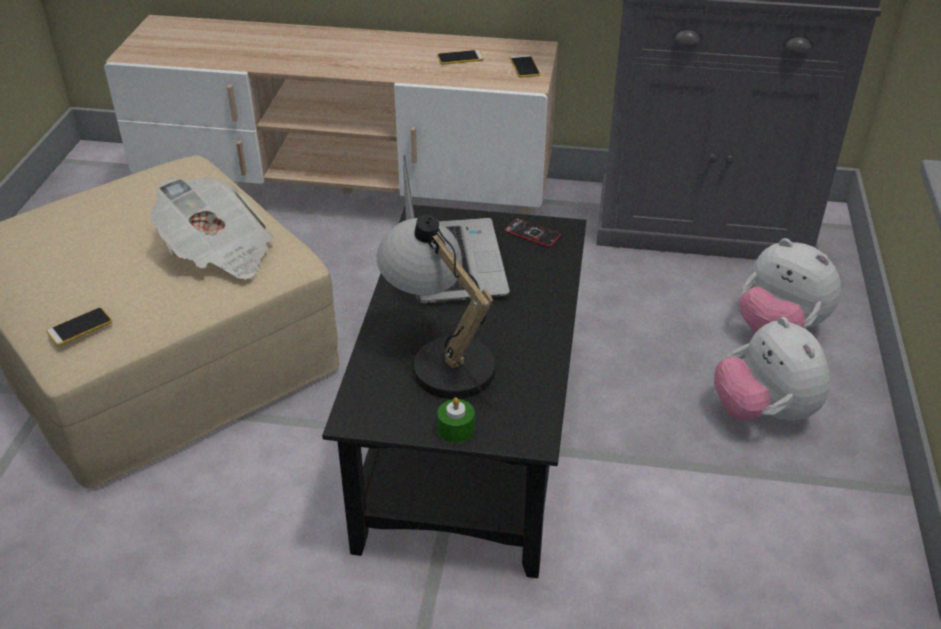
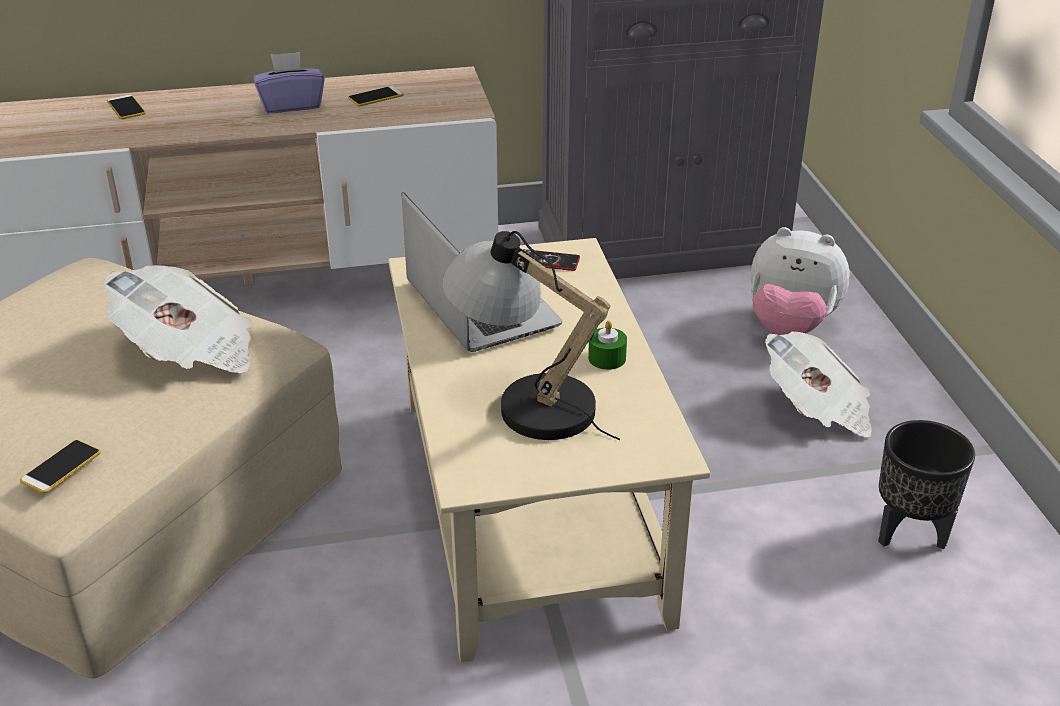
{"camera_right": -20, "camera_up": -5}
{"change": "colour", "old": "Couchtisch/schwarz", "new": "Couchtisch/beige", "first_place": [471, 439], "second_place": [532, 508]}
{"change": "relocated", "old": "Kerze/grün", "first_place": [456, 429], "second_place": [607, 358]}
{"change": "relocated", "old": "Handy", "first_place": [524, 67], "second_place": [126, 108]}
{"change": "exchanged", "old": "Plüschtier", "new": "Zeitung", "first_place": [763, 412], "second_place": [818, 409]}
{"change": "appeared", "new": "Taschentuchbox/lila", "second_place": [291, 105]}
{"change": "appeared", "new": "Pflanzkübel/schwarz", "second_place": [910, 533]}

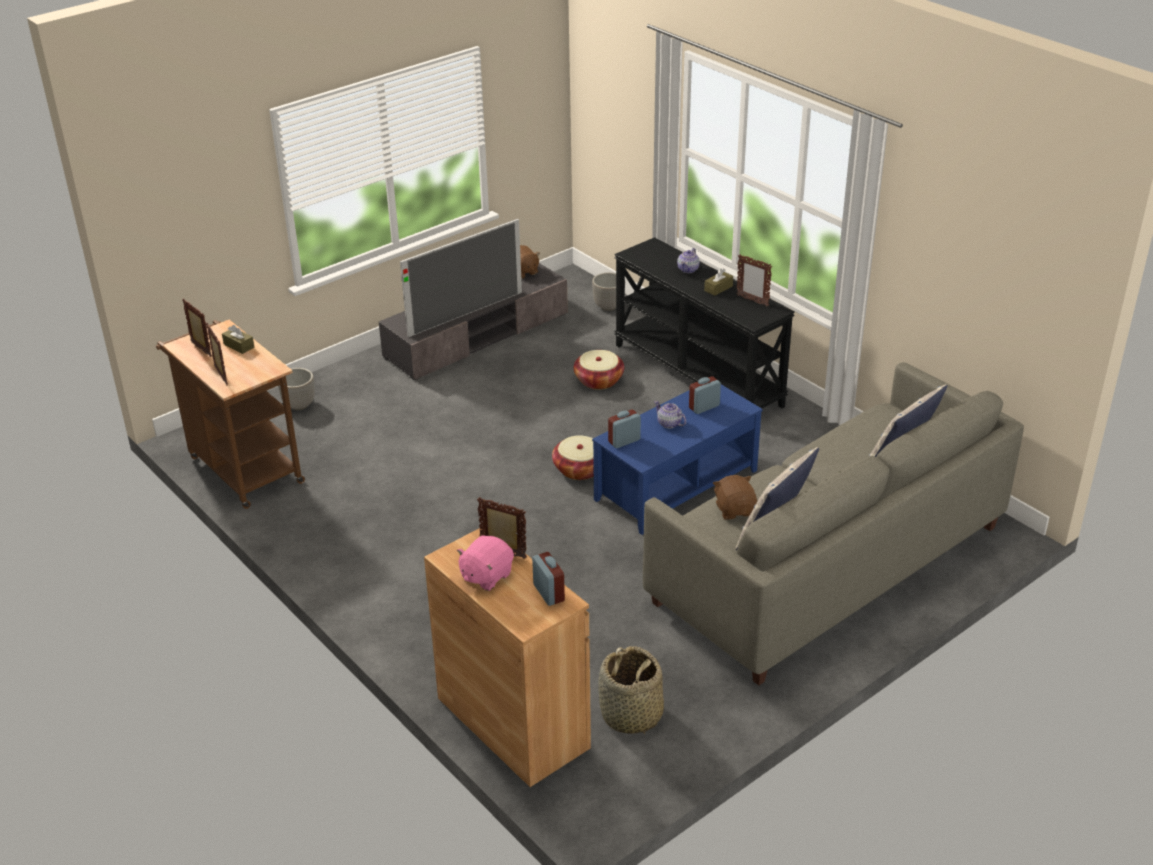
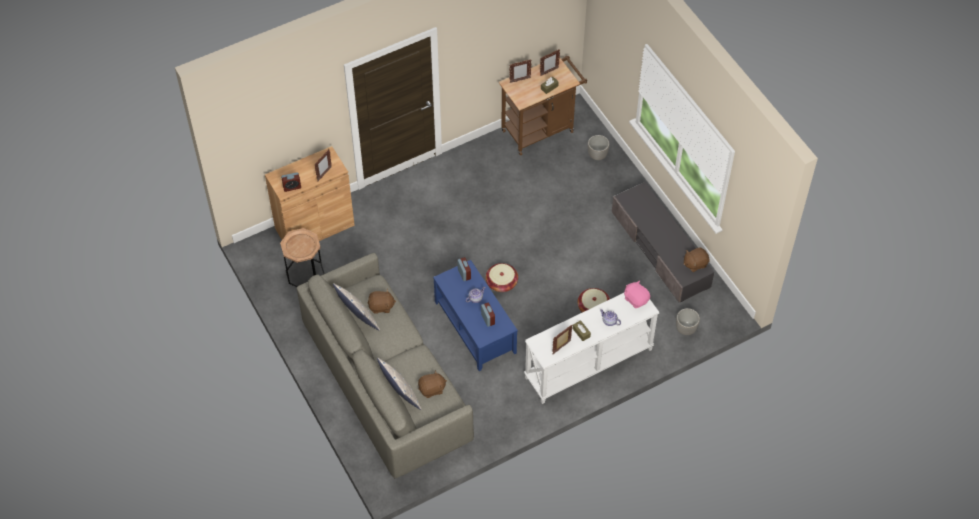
{"camera_right": 100, "camera_up": 20}
{"change": "missing", "old": "Fernseher", "first_place": [466, 314]}
{"change": "relocated", "old": "Plüschtier/rosa", "first_place": [486, 576], "second_place": [636, 299]}
{"change": "exchanged", "old": "Korb", "new": "Beistelltisch/braun", "first_place": [631, 715], "second_place": [305, 273]}
{"change": "colour", "old": "Konsolentisch/schwarz", "new": "Konsolentisch/weiß", "first_place": [699, 375], "second_place": [588, 364]}
{"change": "appeared", "new": "Plüschtier/braun", "second_place": [432, 389]}

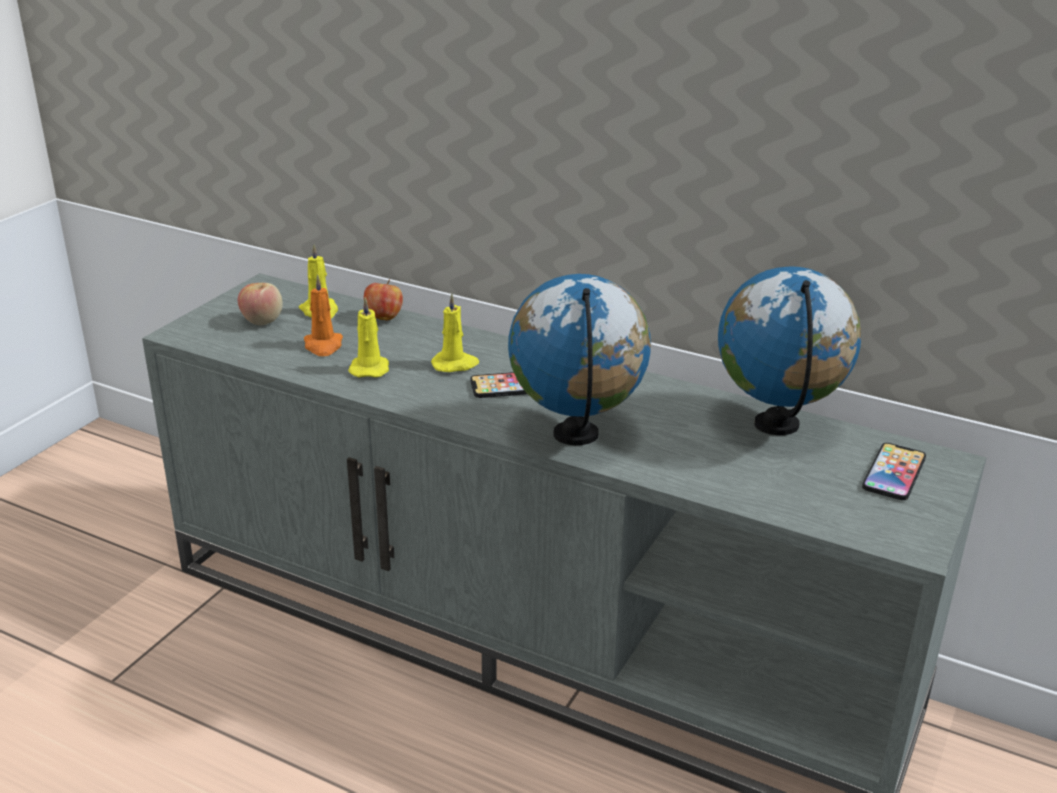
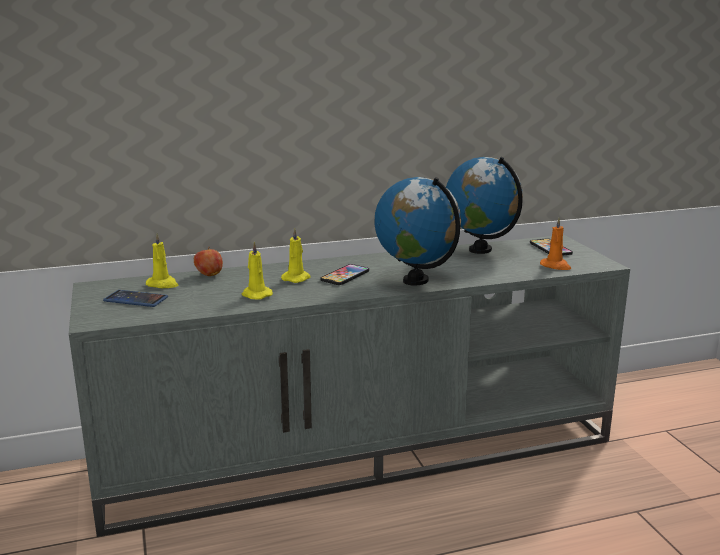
{"camera_right": -45, "camera_up": -10}
{"change": "exchanged", "old": "Apfel", "new": "Handy", "first_place": [262, 321], "second_place": [136, 299]}
{"change": "relocated", "old": "Kerze/orange", "first_place": [323, 346], "second_place": [556, 266]}

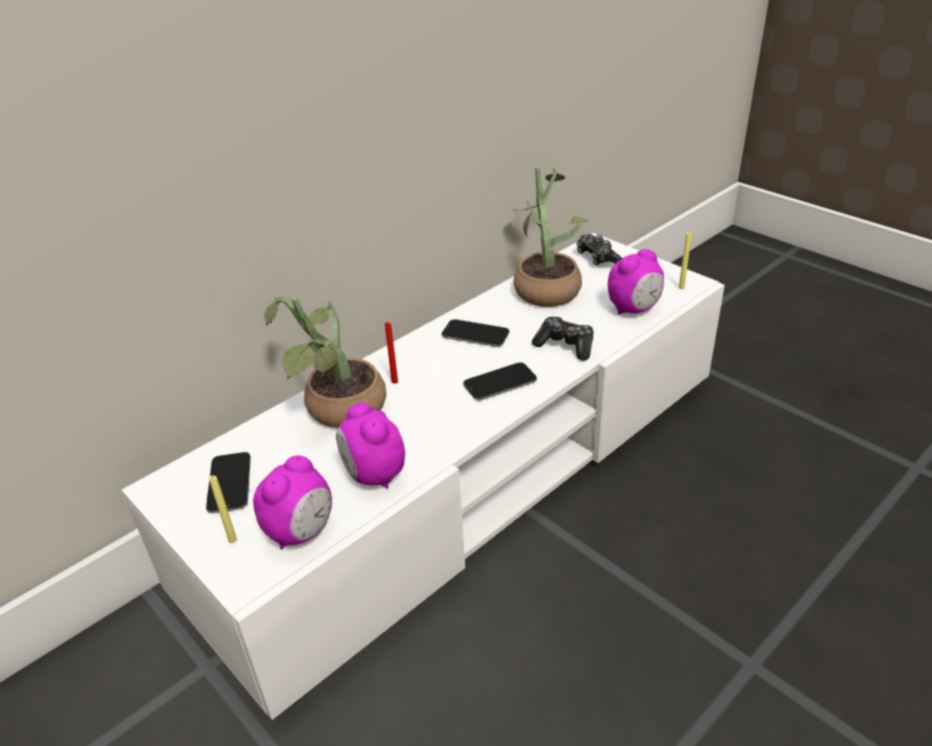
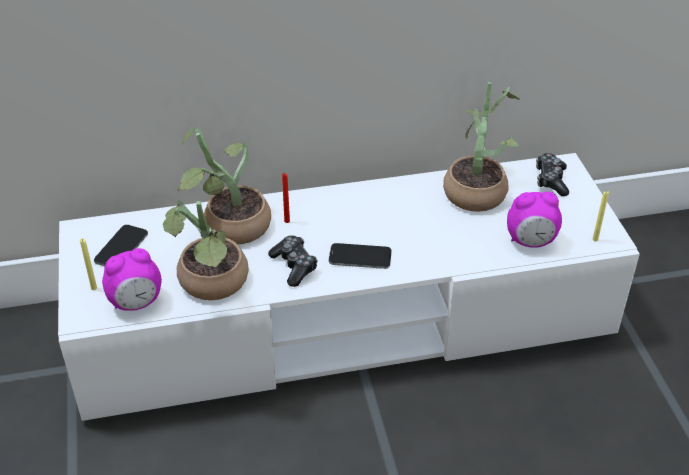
{"camera_right": 30, "camera_up": 5}
{"change": "exchanged", "old": "Wecker", "new": "Topfpflanze", "first_place": [373, 475], "second_place": [211, 286]}
{"change": "missing", "old": "Handy", "first_place": [475, 334]}
{"change": "relocated", "old": "Gamepad", "first_place": [565, 345], "second_place": [294, 266]}

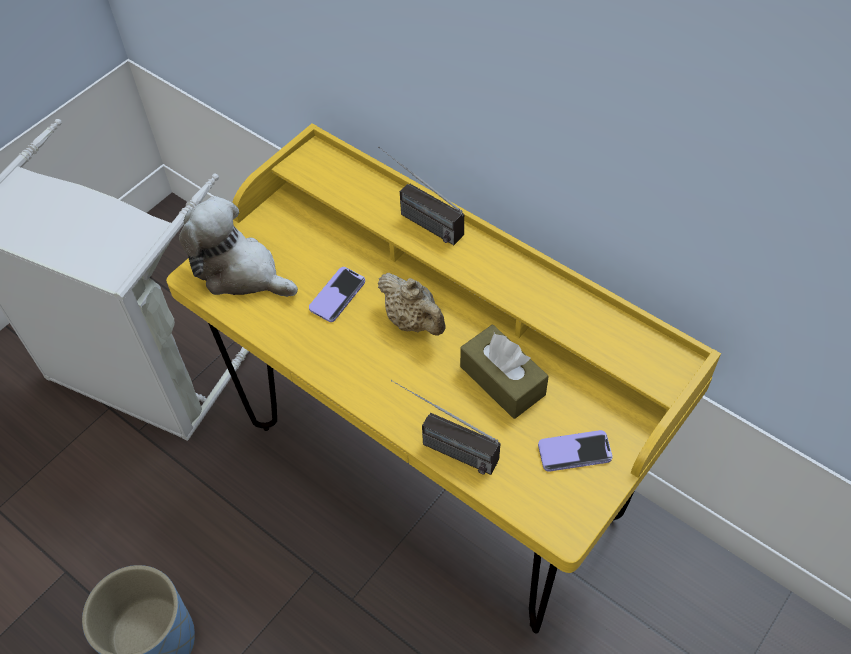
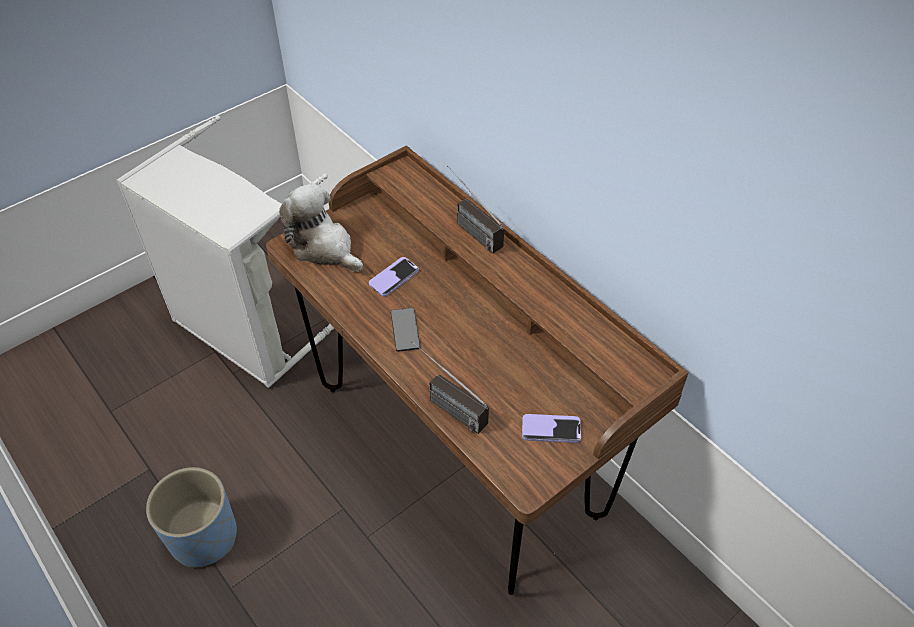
{"camera_right": 10, "camera_up": -5}
{"change": "colour", "old": "Schreibtisch/gelb", "new": "Schreibtisch/braun", "first_place": [433, 471], "second_place": [458, 449]}
{"change": "missing", "old": "Teekanne/beige", "first_place": [413, 321]}
{"change": "missing", "old": "Taschentuchbox/braun", "first_place": [502, 380]}
{"change": "appeared", "new": "Handy", "second_place": [405, 330]}

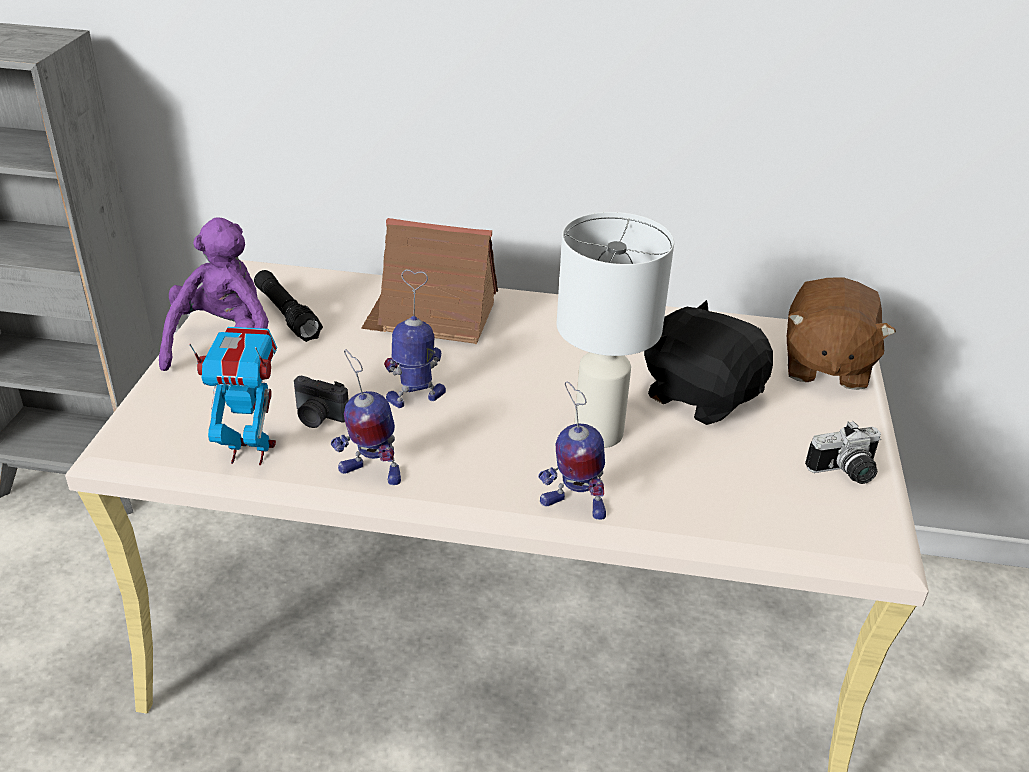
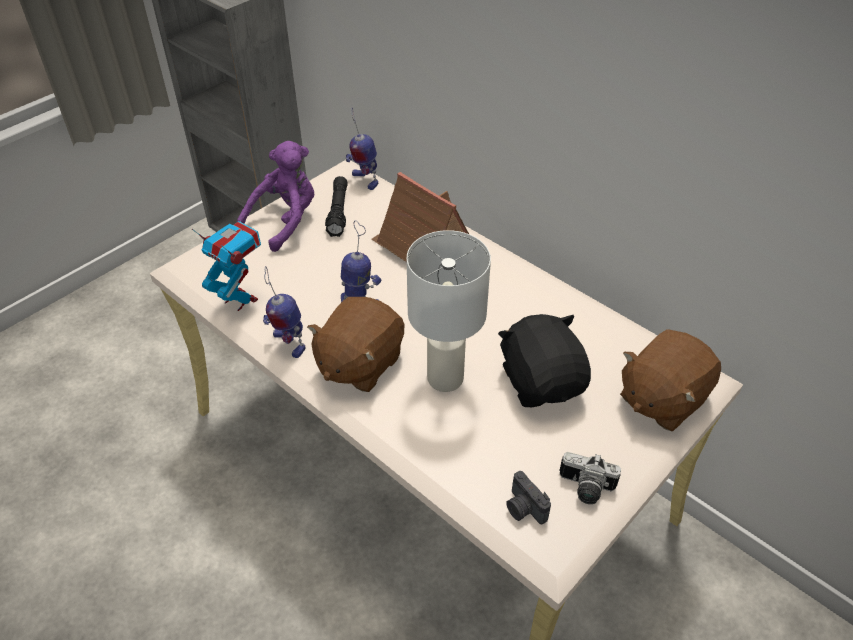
{"camera_right": 35, "camera_up": 10}
{"change": "relocated", "old": "Kamera", "first_place": [318, 417], "second_place": [523, 508]}
{"change": "relocated", "old": "Spielzeugroboter", "first_place": [573, 506], "second_place": [364, 180]}
{"change": "appeared", "new": "Plüschtier/braun", "second_place": [359, 363]}

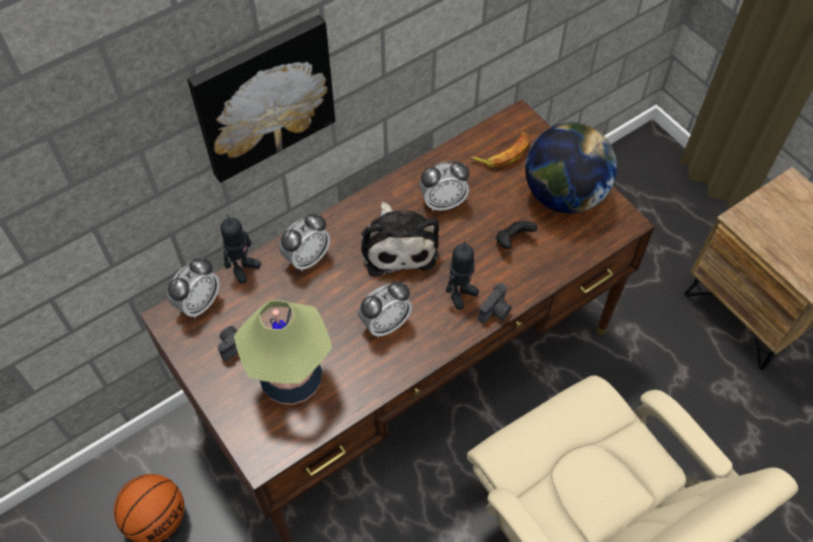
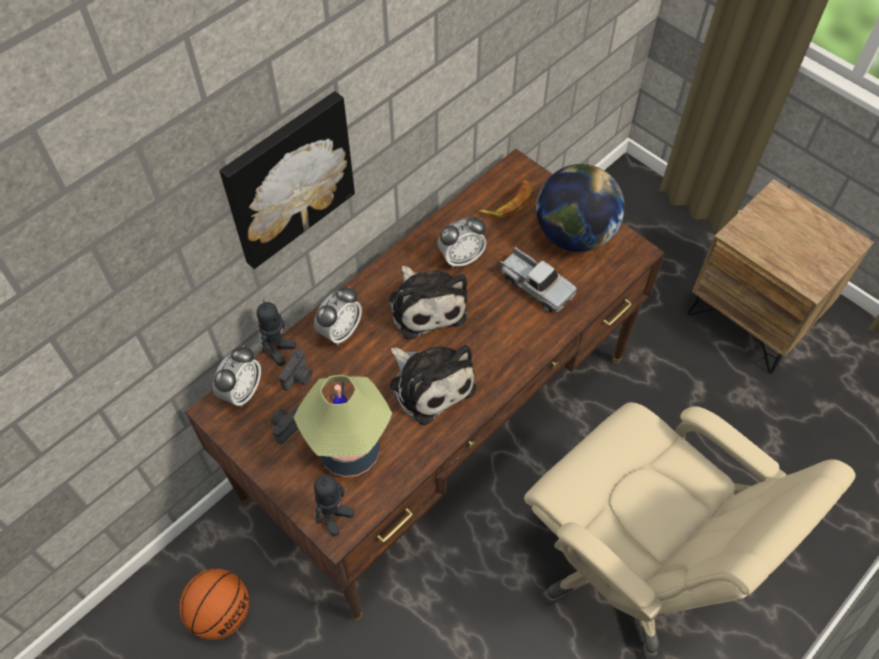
{"camera_right": -10, "camera_up": 0}
{"change": "exchanged", "old": "Wecker", "new": "Plüschtier", "first_place": [385, 324], "second_place": [430, 383]}
{"change": "relocated", "old": "Spielzeugroboter", "first_place": [460, 294], "second_place": [334, 517]}
{"change": "relocated", "old": "Kamera", "first_place": [496, 311], "second_place": [299, 377]}
{"change": "exchanged", "old": "Gamepad/schwarz", "new": "Spielzeuglaster", "first_place": [513, 241], "second_place": [535, 285]}

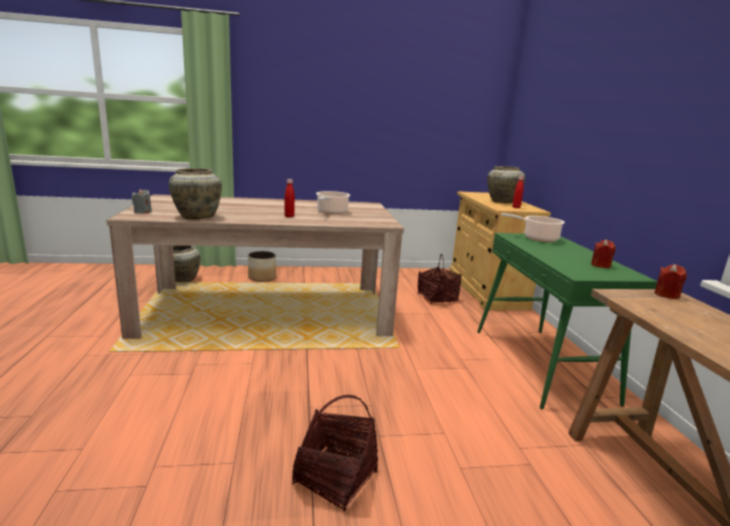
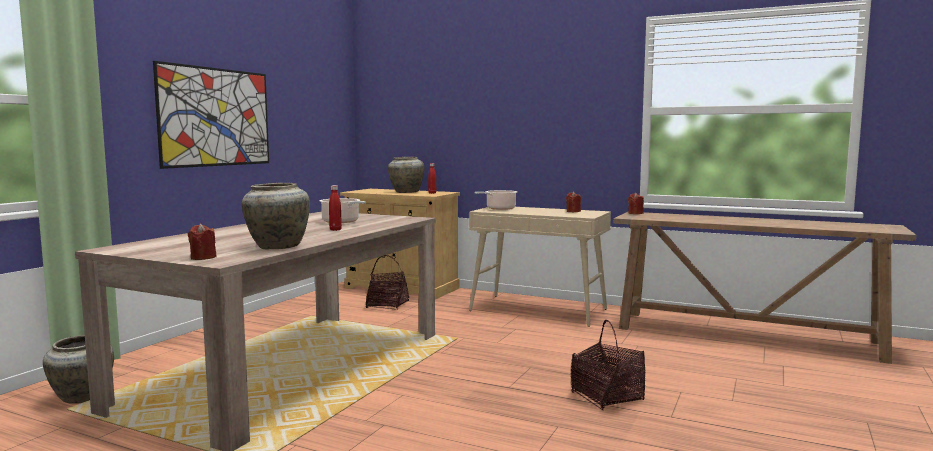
{"camera_right": -55, "camera_up": -10}
{"change": "colour", "old": "Kerze/grau", "new": "Kerze/rot", "first_place": [142, 212], "second_place": [203, 257]}
{"change": "missing", "old": "Pflanzkübel", "first_place": [262, 277]}
{"change": "colour", "old": "Konsolentisch/grün", "new": "Konsolentisch/beige", "first_place": [541, 365], "second_place": [539, 310]}
{"change": "appeared", "new": "Bild", "second_place": [216, 117]}

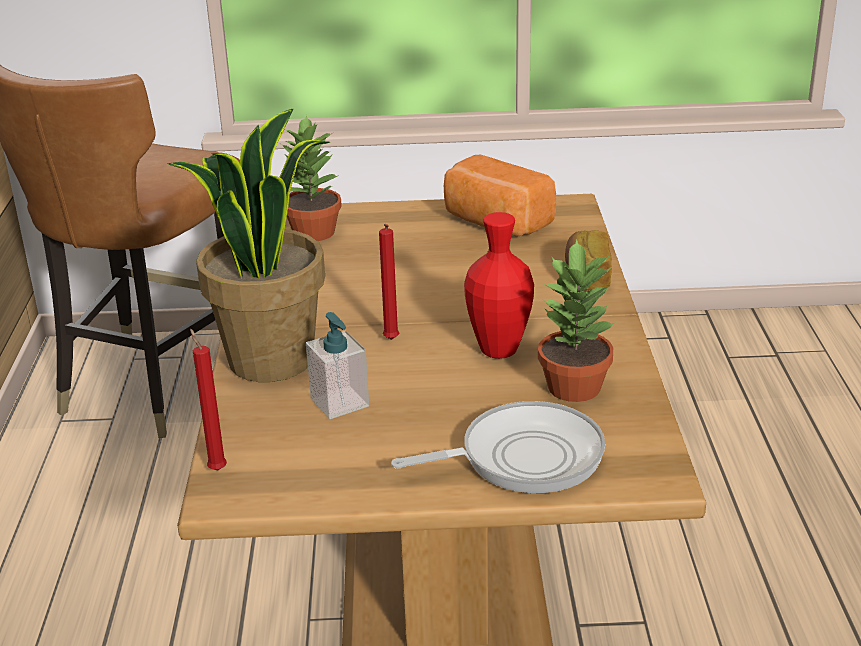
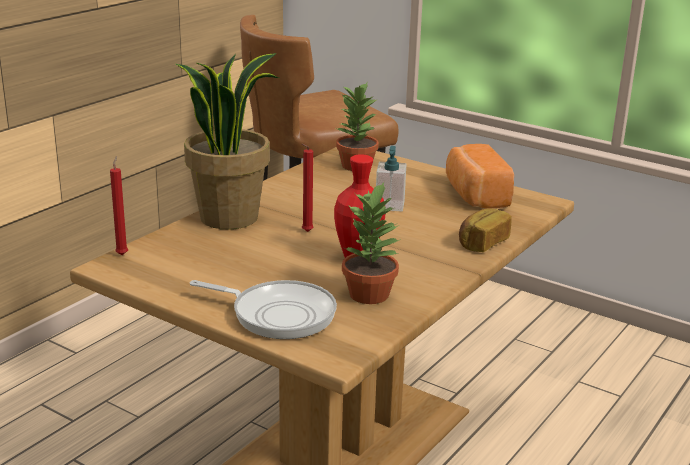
{"camera_right": 35, "camera_up": -5}
{"change": "relocated", "old": "Seifenspender", "first_place": [340, 402], "second_place": [389, 205]}

